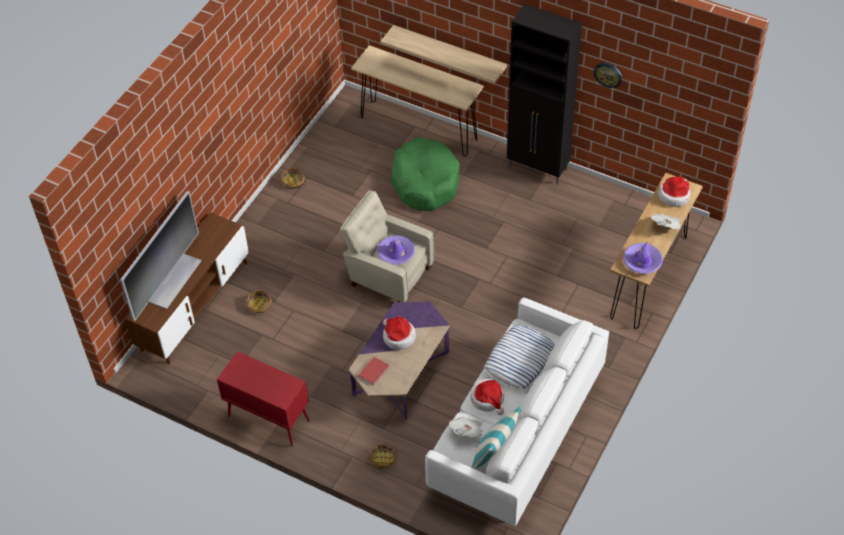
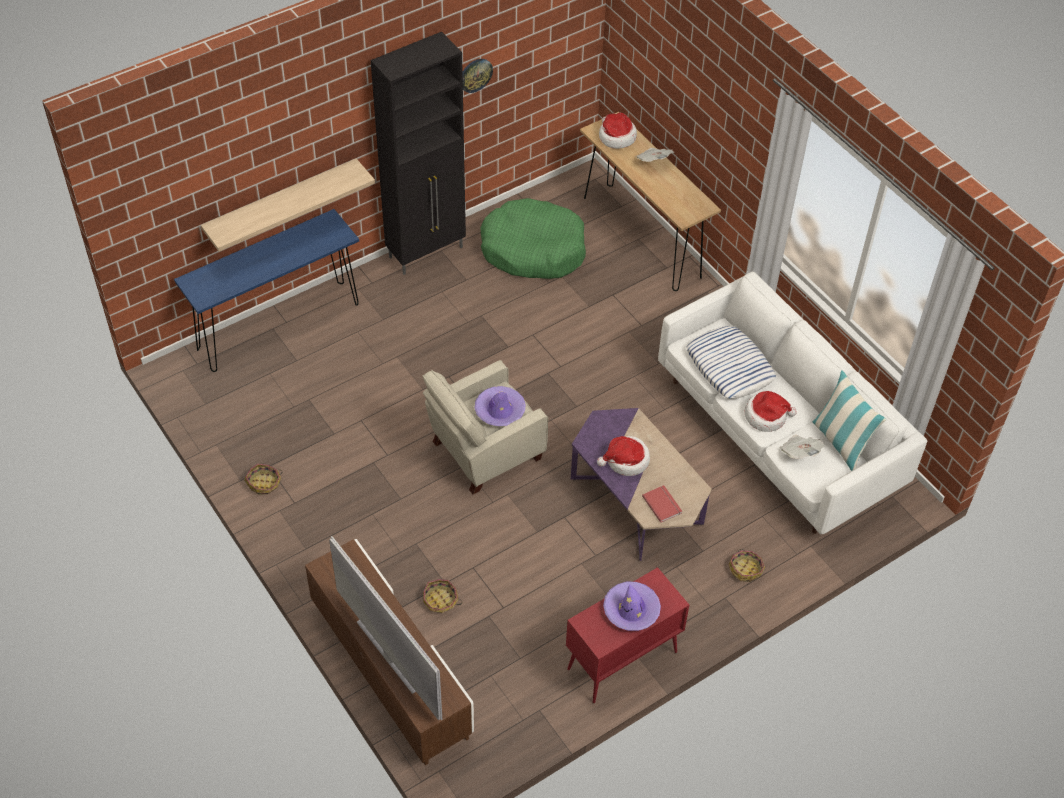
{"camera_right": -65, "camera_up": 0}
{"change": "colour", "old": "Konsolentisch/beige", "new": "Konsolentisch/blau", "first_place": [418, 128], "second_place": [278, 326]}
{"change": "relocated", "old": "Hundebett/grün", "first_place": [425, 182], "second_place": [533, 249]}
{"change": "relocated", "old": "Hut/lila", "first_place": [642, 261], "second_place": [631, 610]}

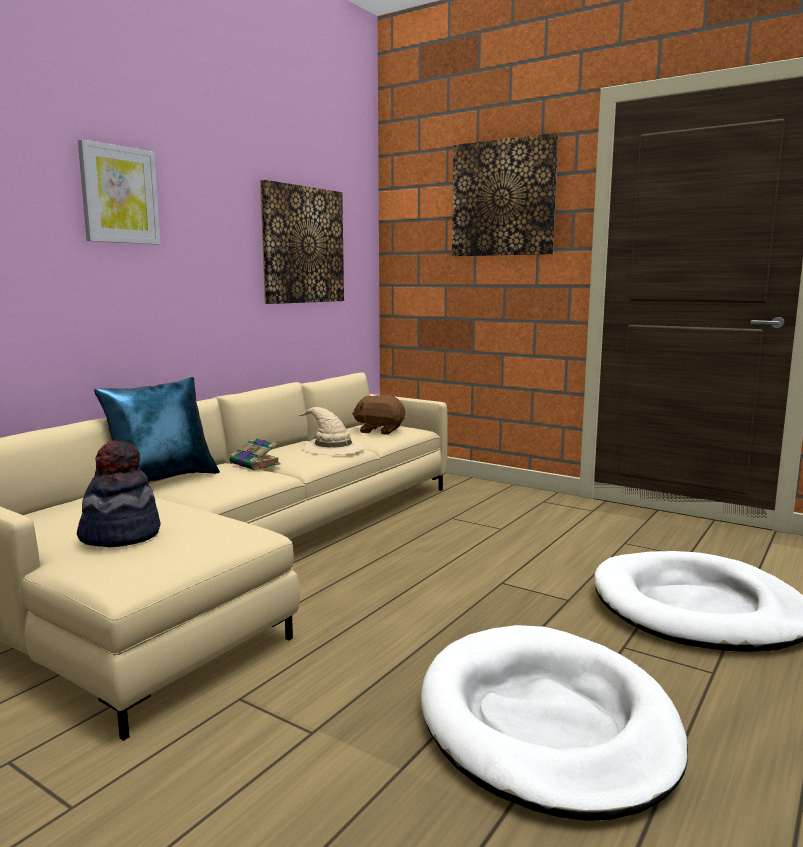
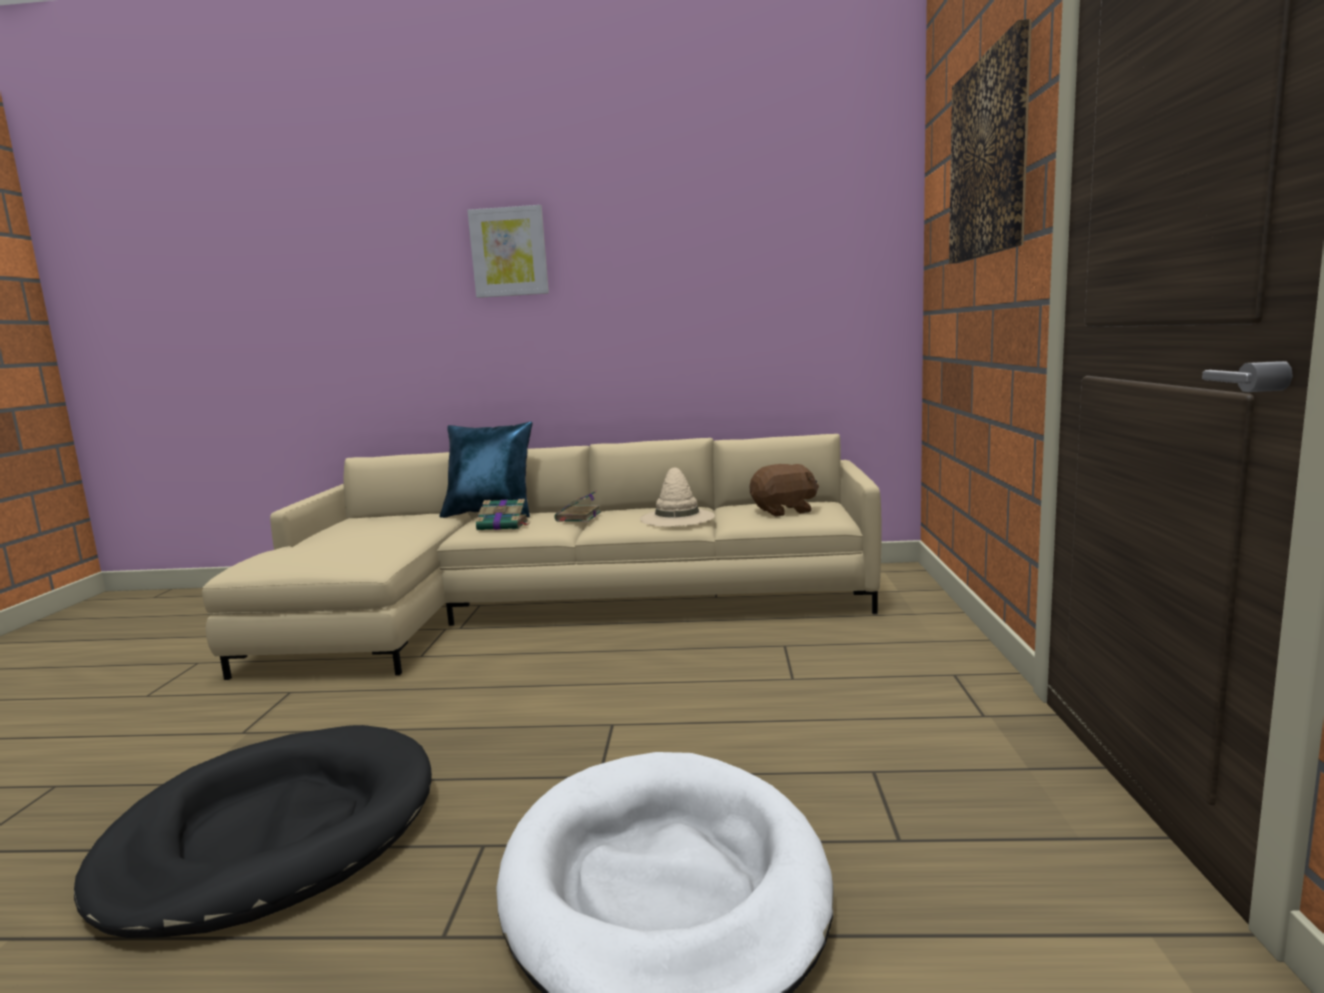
{"camera_right": 60, "camera_up": 0}
{"change": "missing", "old": "Hut", "first_place": [121, 535]}
{"change": "missing", "old": "Bild", "first_place": [302, 245]}
{"change": "spun", "old": "Plüschtier/braun", "first_place": [380, 431], "second_place": [784, 511], "degrees": 90}
{"change": "colour", "old": "Hundebett/weiß", "new": "Hundebett/schwarz", "first_place": [546, 724], "second_place": [273, 834]}
{"change": "appeared", "new": "Buch", "second_place": [503, 525]}

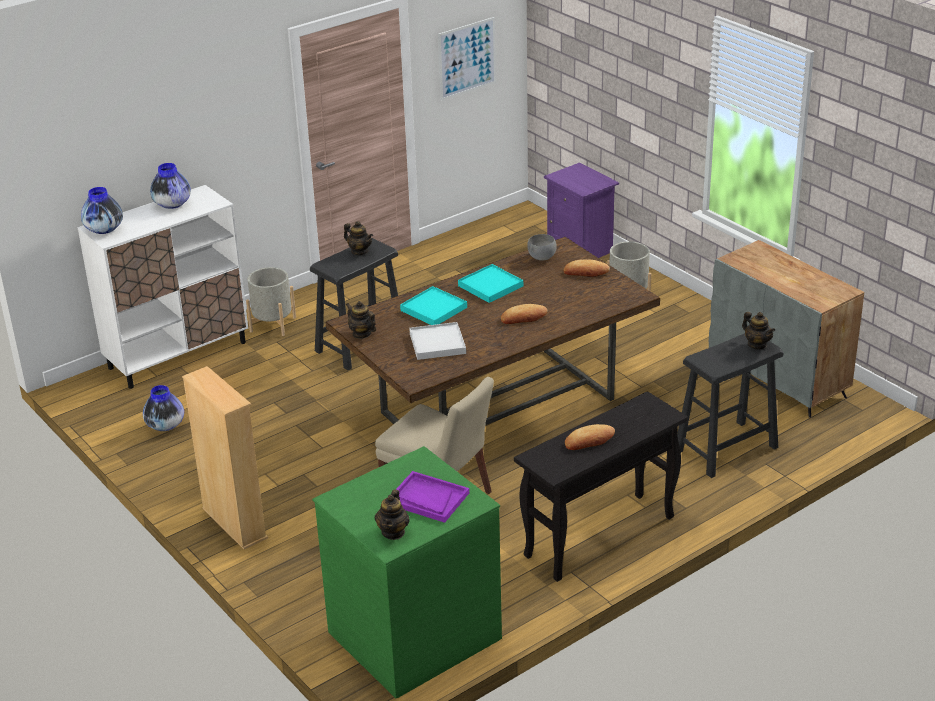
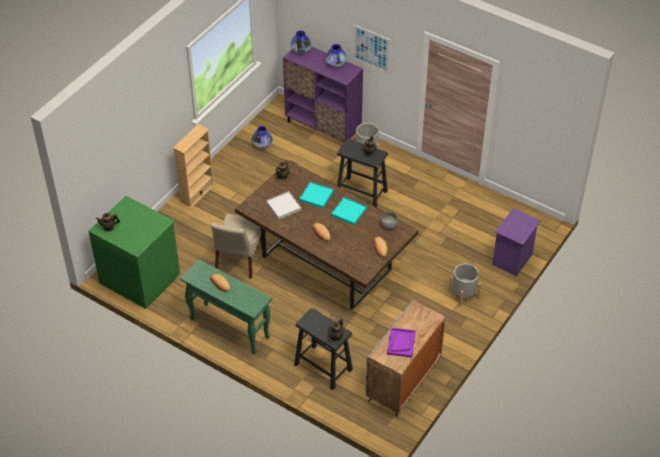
{"camera_right": 70, "camera_up": 15}
{"change": "colour", "old": "Schrank/weiß", "new": "Schrank/lila", "first_place": [178, 355], "second_place": [323, 127]}
{"change": "relocated", "old": "Tablett/lila", "first_place": [428, 499], "second_place": [401, 343]}
{"change": "relocated", "old": "Bild", "first_place": [467, 58], "second_place": [371, 48]}
{"change": "colour", "old": "Konsolentisch/schwarz", "new": "Konsolentisch/grün", "first_place": [599, 538], "second_place": [229, 328]}

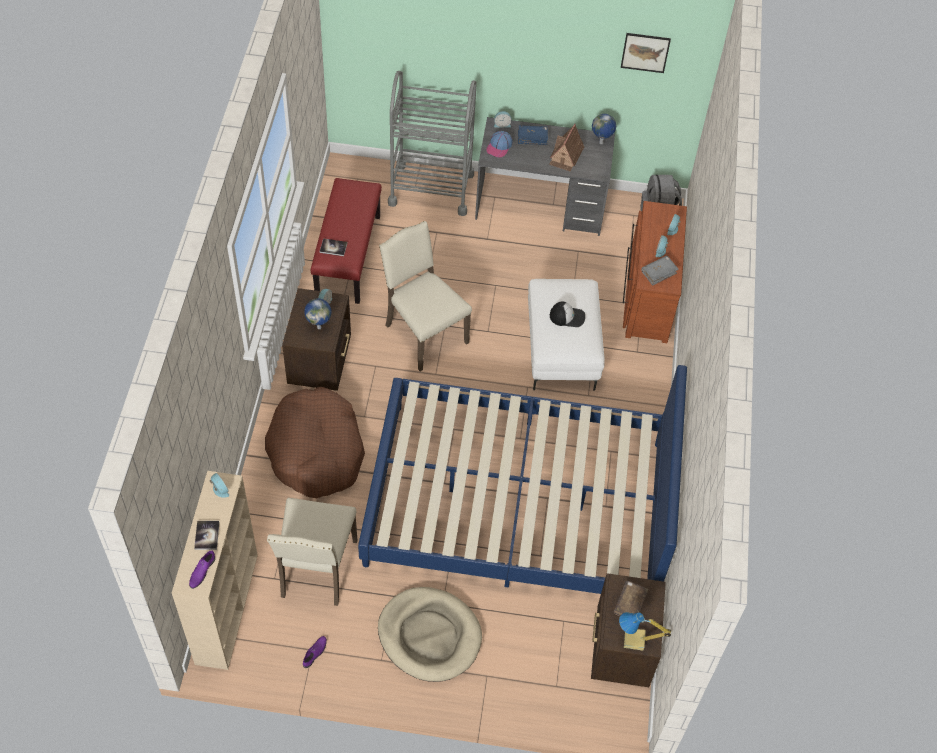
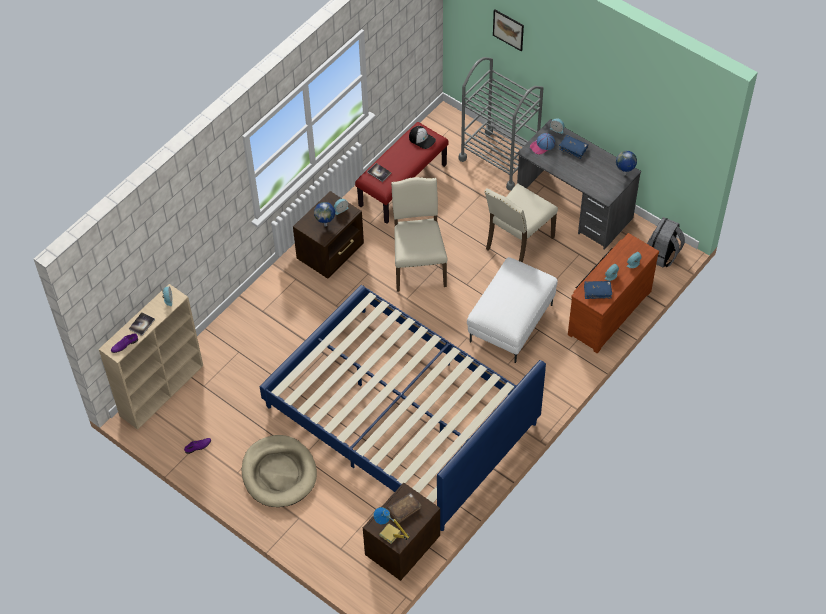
{"camera_right": 35, "camera_up": 0}
{"change": "missing", "old": "Hundebett/braun", "first_place": [316, 451]}
{"change": "relocated", "old": "Stuhl/beige", "first_place": [316, 570], "second_place": [517, 243]}
{"change": "missing", "old": "Spielzeughaus", "first_place": [566, 156]}
{"change": "relocated", "old": "Kappe", "first_place": [567, 316], "second_place": [422, 139]}
{"change": "relocated", "old": "Bild", "first_place": [645, 52], "second_place": [508, 29]}
{"change": "colour", "old": "Buch/grau", "new": "Buch/blau", "first_place": [658, 273], "second_place": [597, 291]}

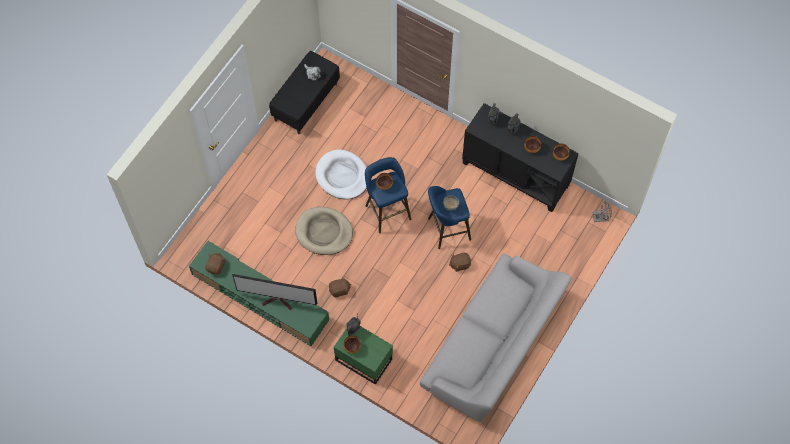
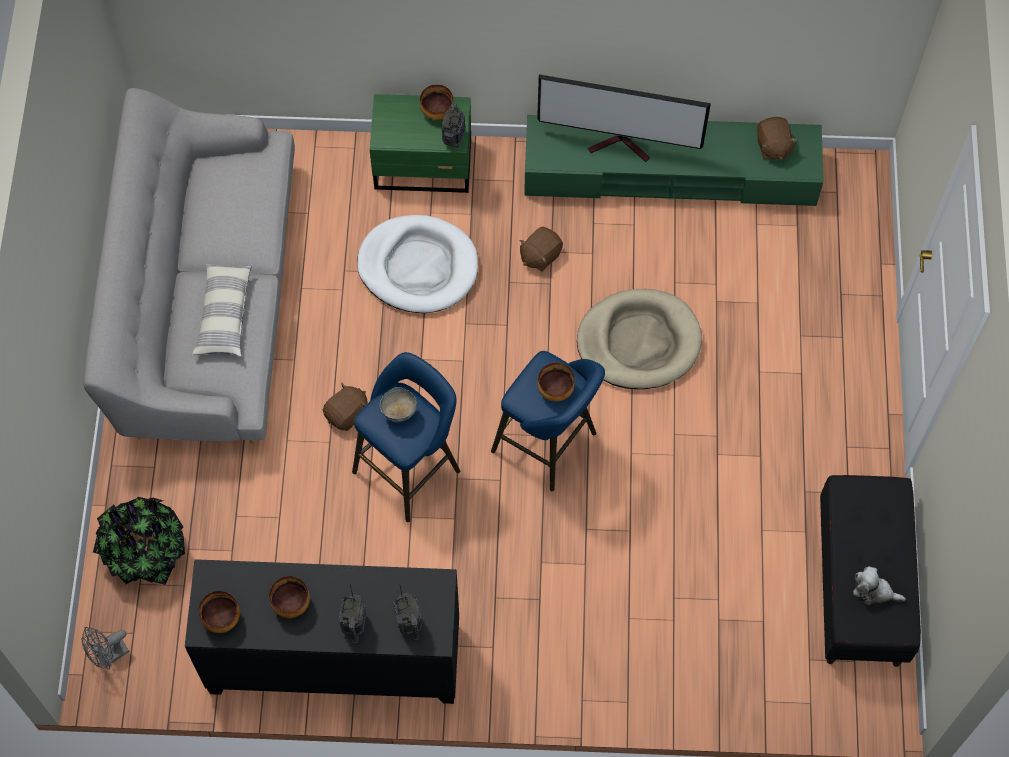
{"camera_right": 150, "camera_up": 0}
{"change": "spun", "old": "Fernseher", "first_place": [279, 301], "second_place": [622, 145], "degrees": -150}
{"change": "relocated", "old": "Hundebett/weiß", "first_place": [342, 176], "second_place": [418, 266]}
{"change": "appeared", "new": "Topfpflanze", "second_place": [146, 552]}
{"change": "appeared", "new": "Kissen", "second_place": [224, 314]}

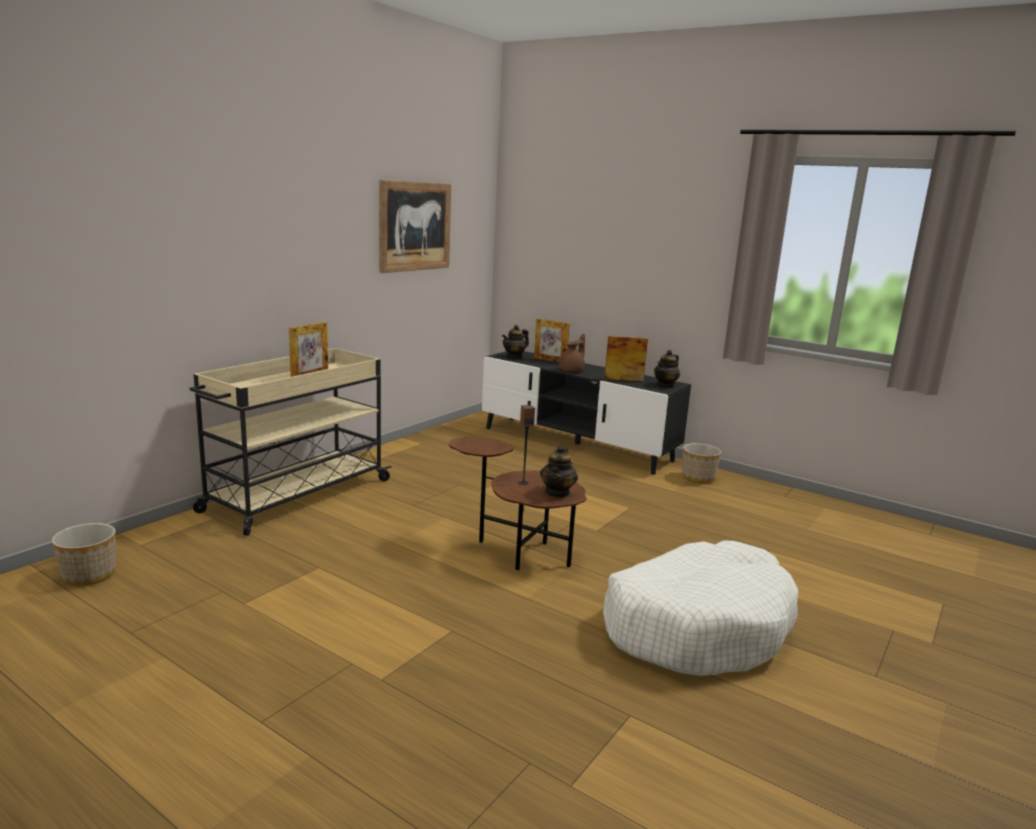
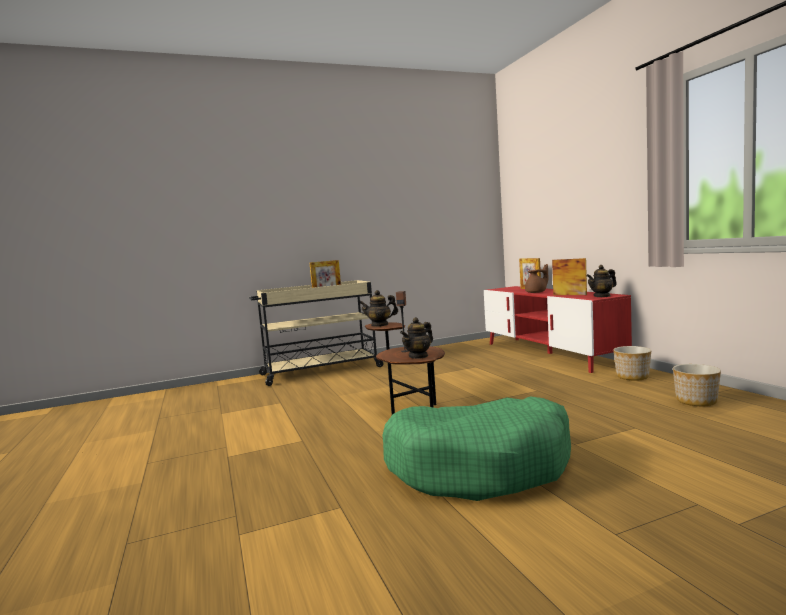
{"camera_right": 35, "camera_up": -10}
{"change": "relocated", "old": "Pflanzkübel", "first_place": [90, 575], "second_place": [696, 401]}
{"change": "missing", "old": "Bild", "first_place": [415, 226]}
{"change": "colour", "old": "Fernsehschrank/schwarz", "new": "Fernsehschrank/rot", "first_place": [576, 444], "second_place": [548, 353]}
{"change": "relocated", "old": "Teekanne", "first_place": [514, 357], "second_place": [380, 325]}
{"change": "colour", "old": "Hundebett/weiß", "new": "Hundebett/grün", "first_place": [696, 626], "second_place": [480, 466]}

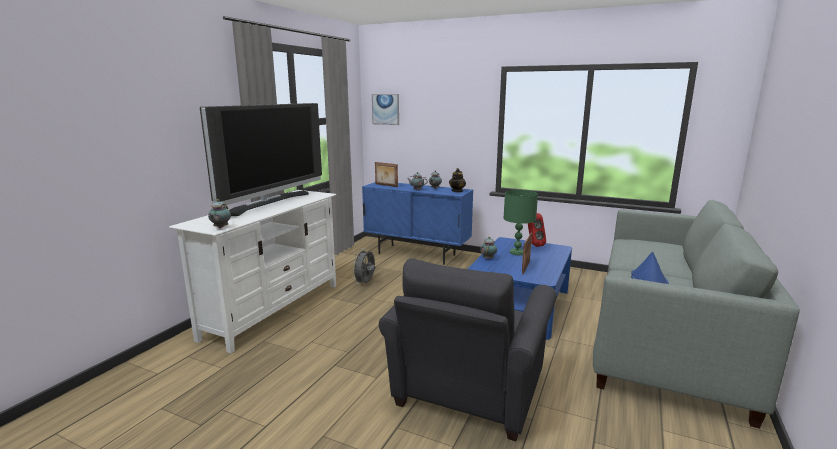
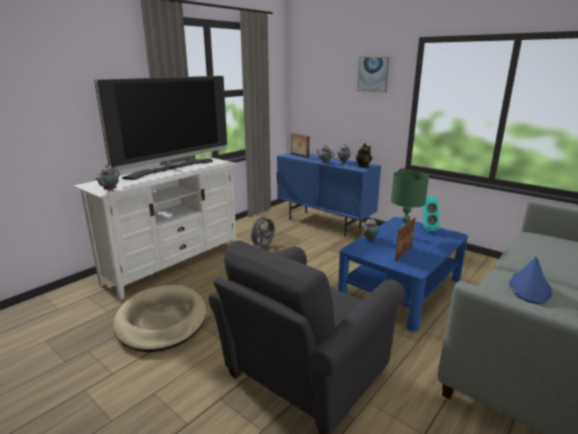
{"camera_right": 15, "camera_up": 5}
{"change": "relocated", "old": "Bild", "first_place": [385, 109], "second_place": [373, 74]}
{"change": "colour", "old": "Lautsprecher/rot", "new": "Lautsprecher/türkis", "first_place": [533, 245], "second_place": [426, 228]}
{"change": "appeared", "new": "Hundebett/beige", "second_place": [161, 321]}

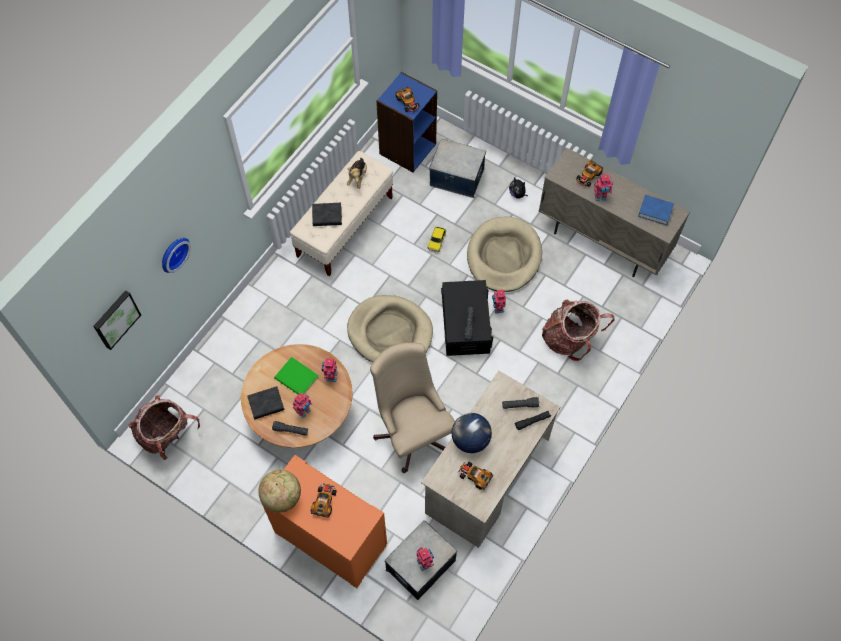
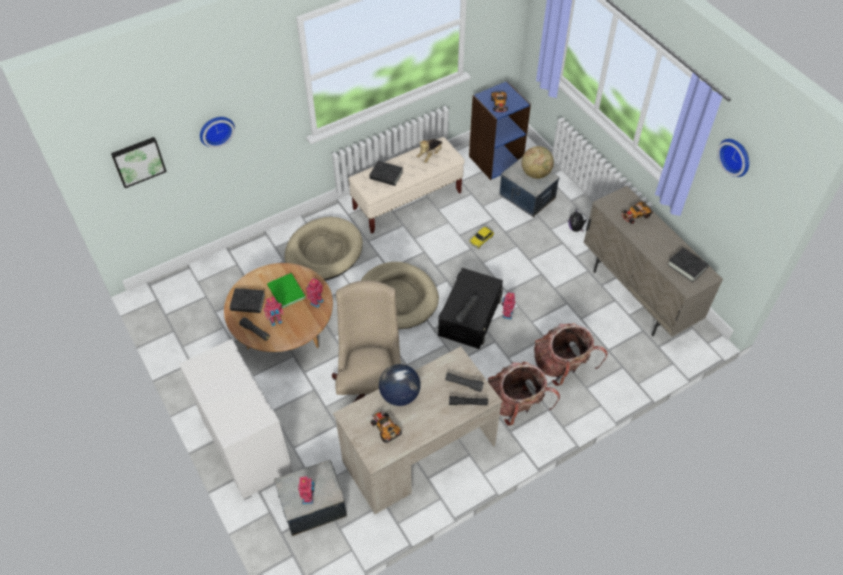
{"camera_right": 25, "camera_up": -10}
{"change": "relocated", "old": "Rucksack", "first_place": [167, 435], "second_place": [516, 404]}
{"change": "relocated", "old": "Globus", "first_place": [282, 497], "second_place": [536, 173]}
{"change": "colour", "old": "Kommode/orange", "new": "Kommode/weiß", "first_place": [330, 539], "second_place": [246, 447]}
{"change": "missing", "old": "Spielzeugauto", "first_place": [324, 501]}
{"change": "relocated", "old": "Hundebett/beige", "first_place": [504, 256], "second_place": [323, 252]}
{"change": "missing", "old": "Spielzeugroboter", "first_place": [600, 197]}
{"change": "colour", "old": "Buch/blau", "new": "Buch/schwarz", "first_place": [655, 211], "second_place": [687, 266]}
{"change": "appeared", "new": "Wanduhr", "second_place": [736, 156]}

